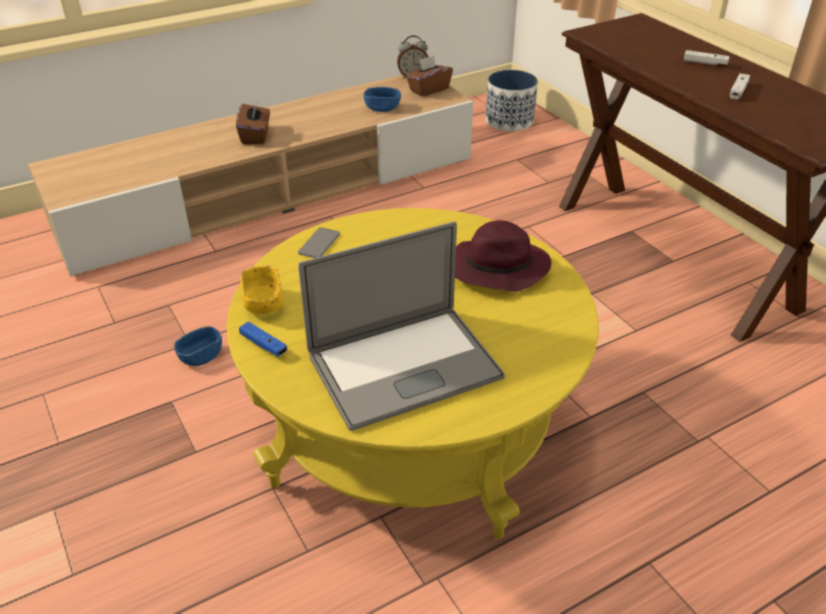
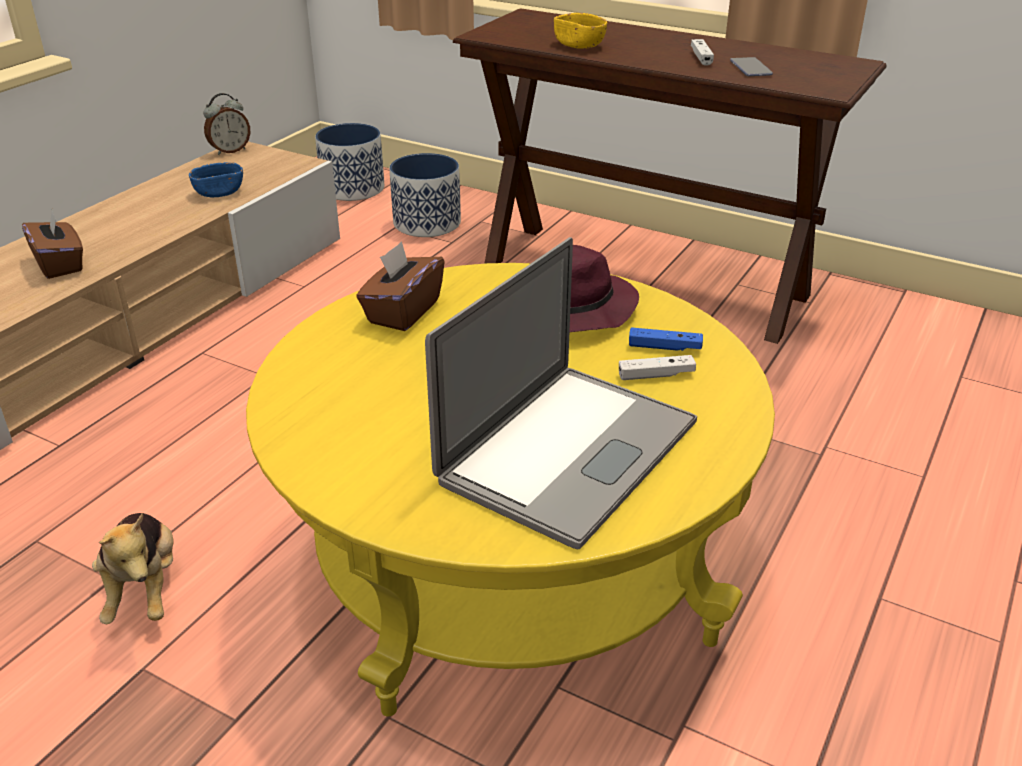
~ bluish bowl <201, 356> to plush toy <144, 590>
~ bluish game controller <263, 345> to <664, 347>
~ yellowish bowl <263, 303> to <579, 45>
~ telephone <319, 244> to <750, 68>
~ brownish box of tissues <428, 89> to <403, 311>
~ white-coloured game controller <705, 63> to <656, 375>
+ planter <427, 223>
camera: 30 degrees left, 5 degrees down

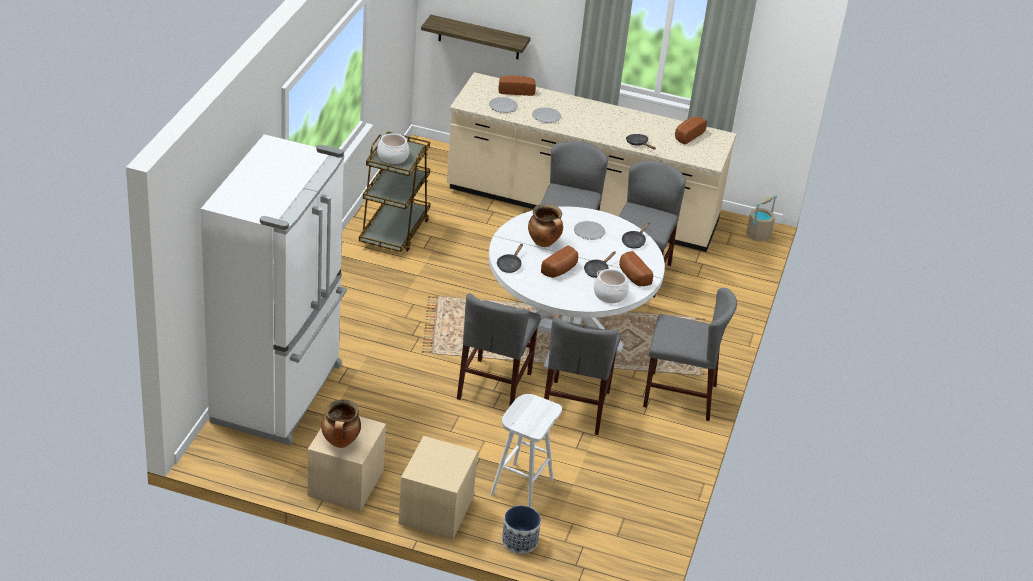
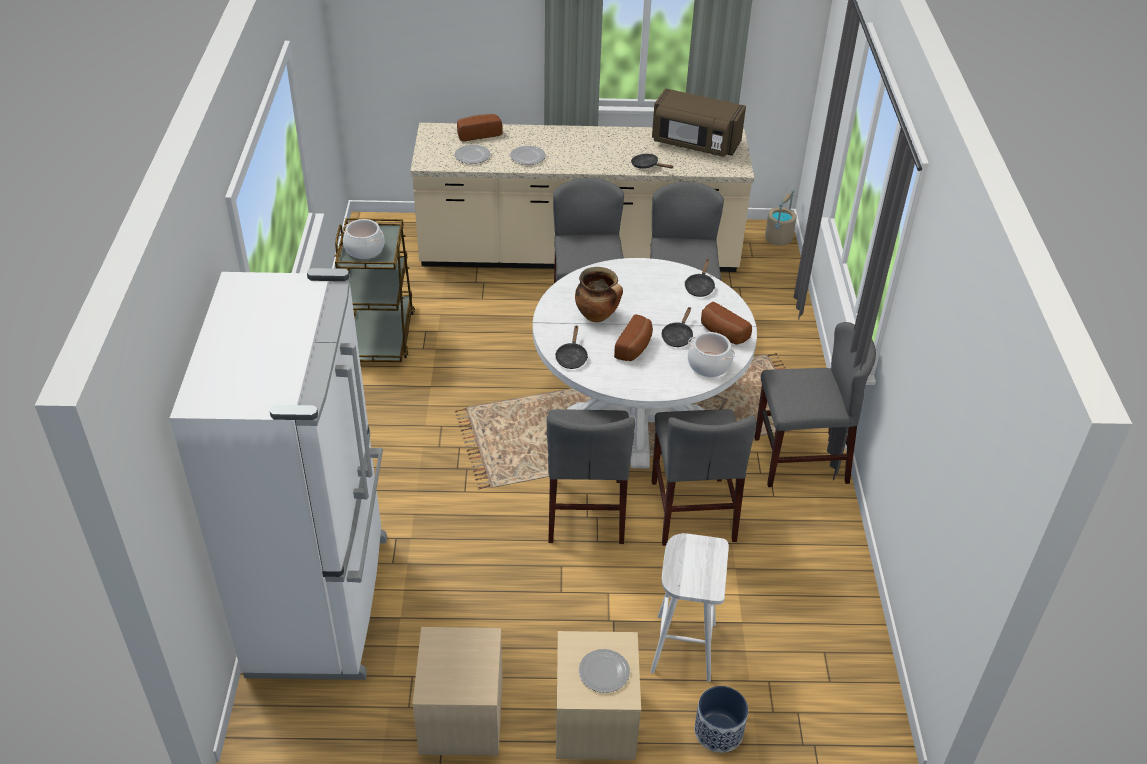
- cooking pot <341, 442>
- wall shelf <479, 37>
~ flat dish <589, 231> to <603, 672>
~ bakery bread <687, 135> to brownish microwave oven <694, 143>
camera: 15 degrees left, 5 degrees up

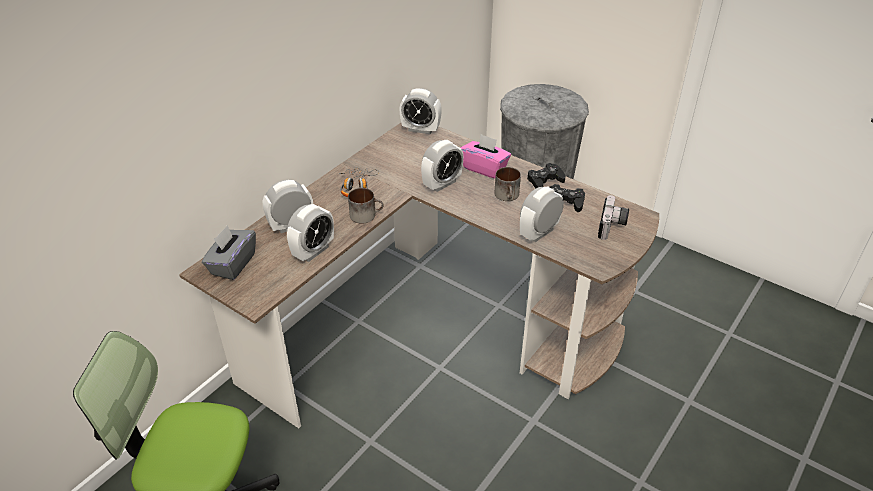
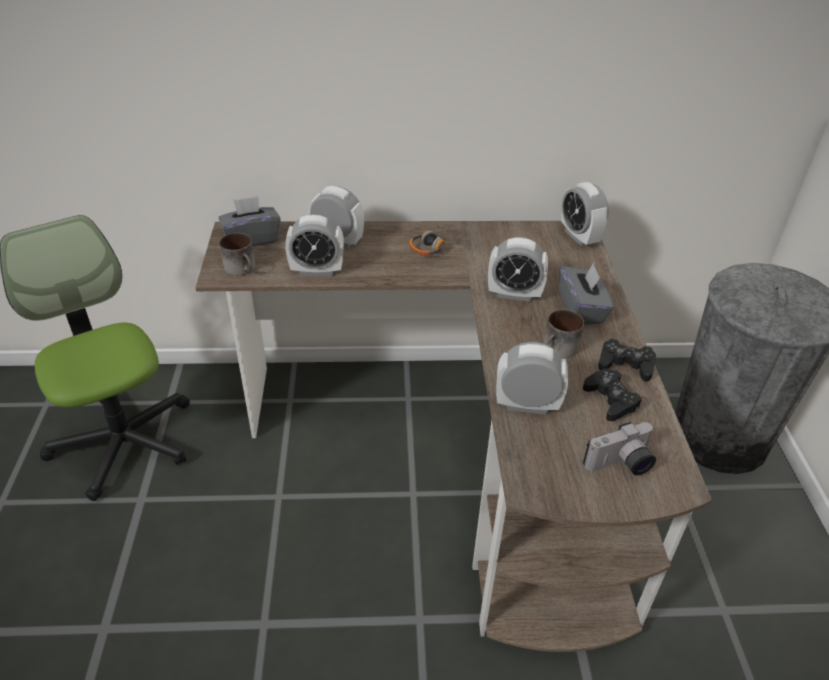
~ tea mug <366, 214> to <243, 268>
~ pink box of tissues <484, 168> to grey box of tissues <581, 309>
camera: 50 degrees right, 0 degrees up

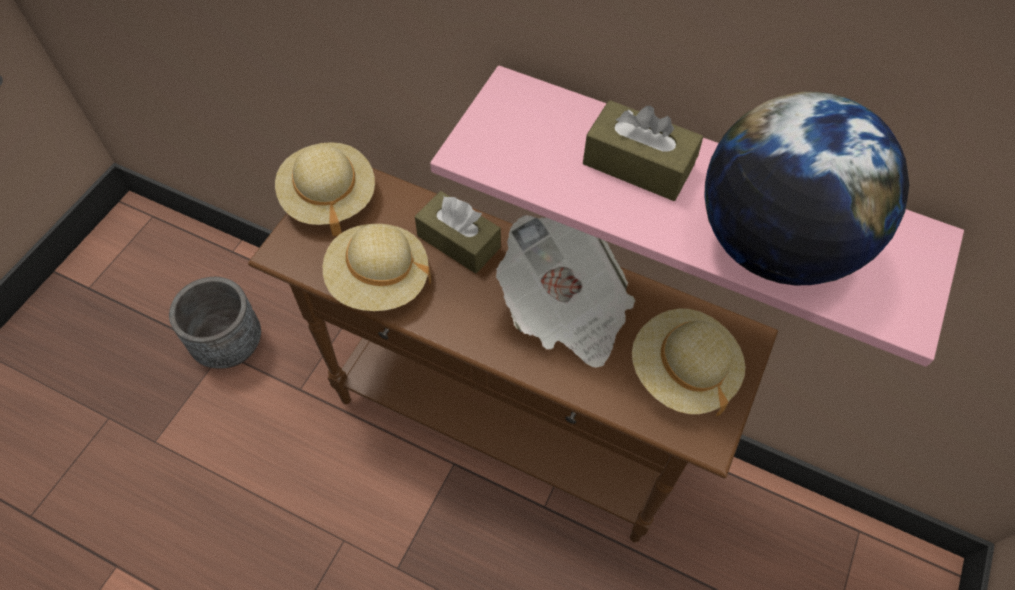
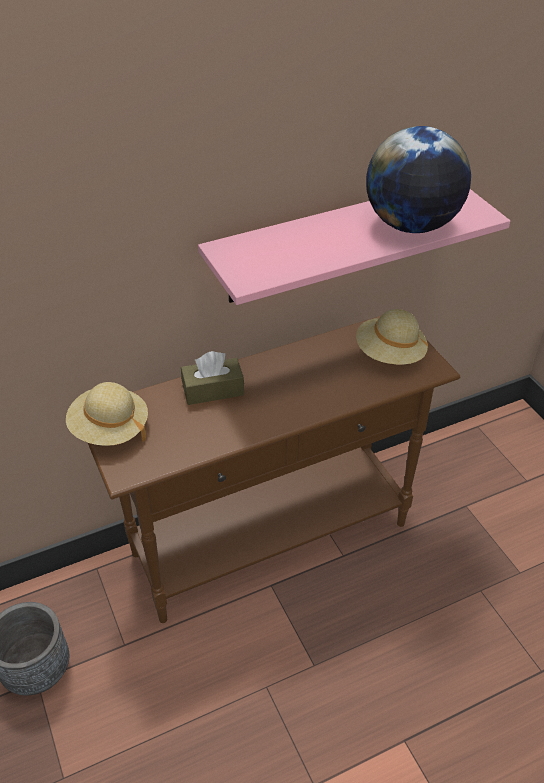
- beige-coloured hat <379, 280>
- daily paper <565, 309>
- brownish box of tissues <638, 165>
camera: 50 degrees left, 15 degrees down

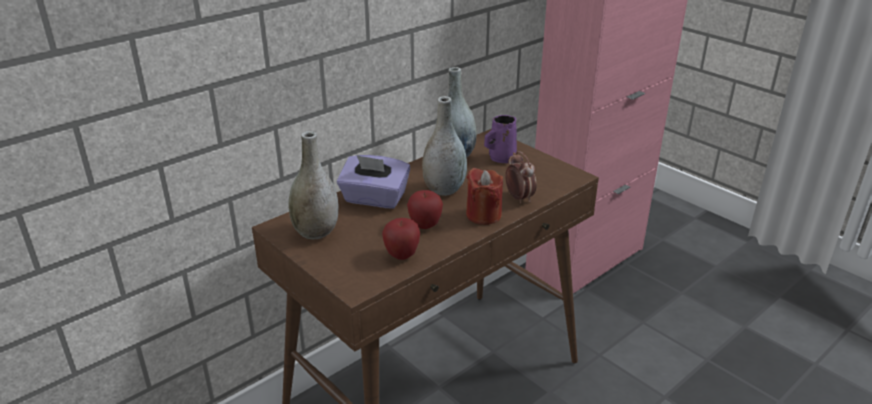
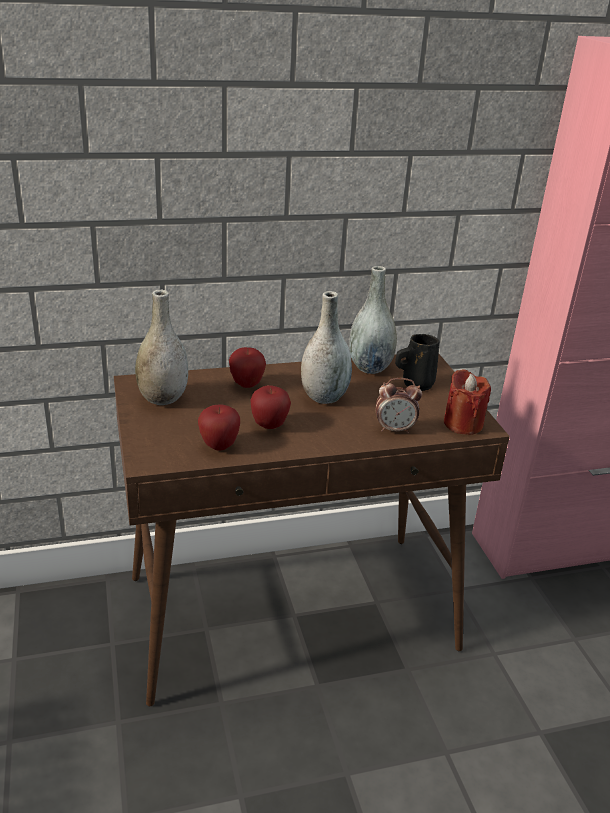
~ purple-coloured box of tissues <374, 199> to apple <246, 385>
~ red-coloured wax light <483, 215> to <463, 424>
~ purple-coloured tea mug <500, 158> to blackish tea mug <415, 384>
~ table clock <519, 198> = <394, 429> 90 degrees clockwise
camera: 25 degrees right, 0 degrees up

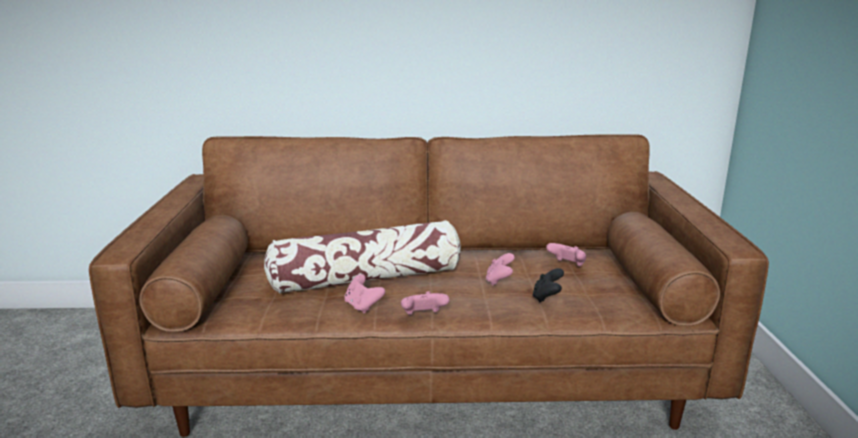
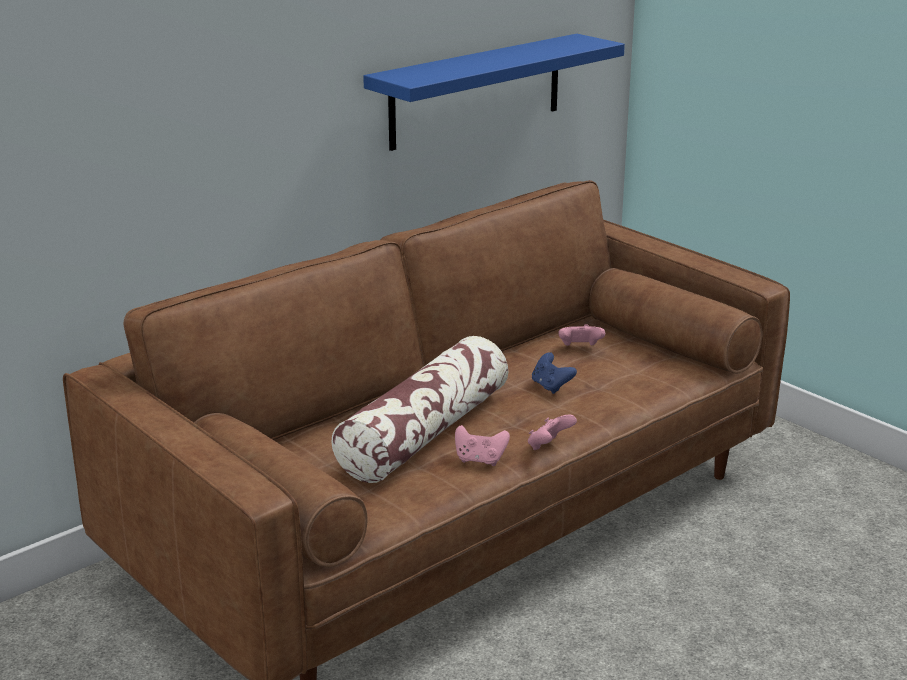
~ pink game controller <499, 281> to bluish game controller <551, 386>
- blackish game controller <547, 297>
+ bluish wall shelf <476, 91>
camera: 40 degrees left, 5 degrees up

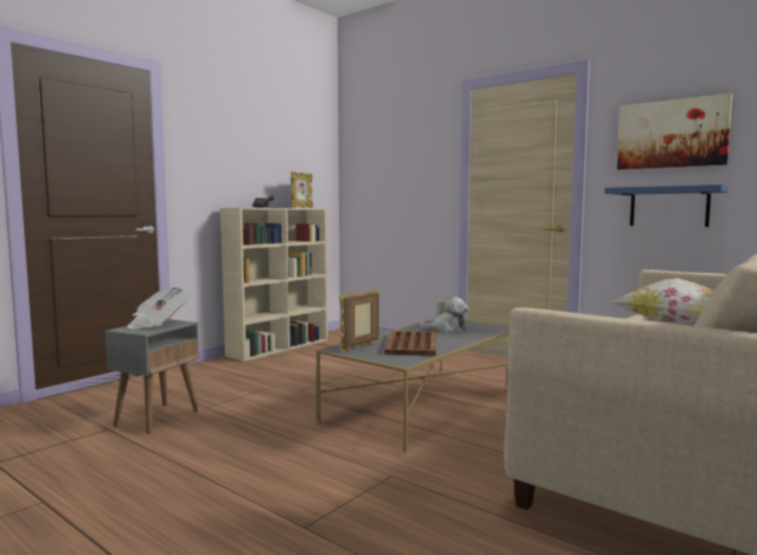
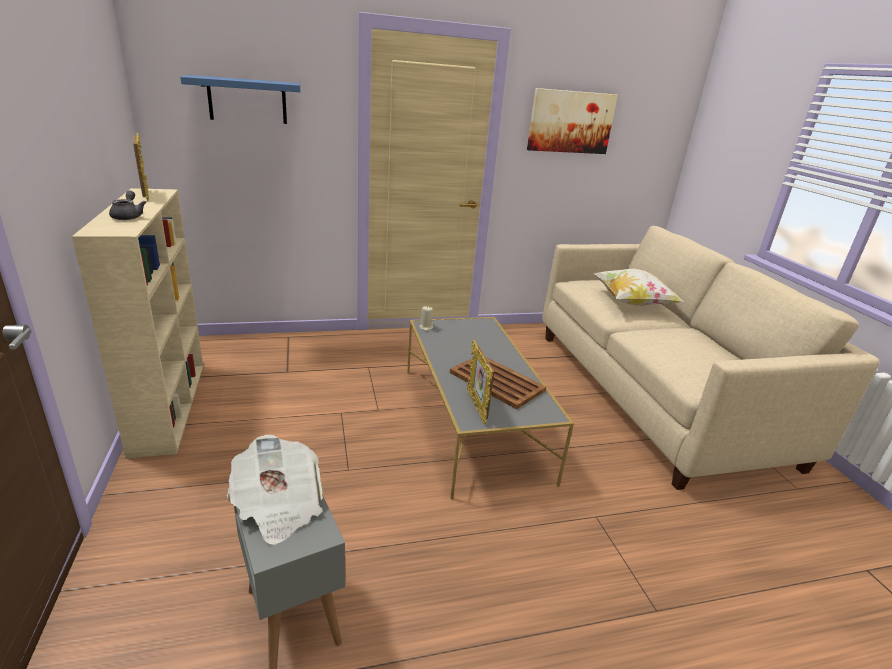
- plush toy <446, 329>
~ bluish wall shelf <669, 207> to <247, 100>
camera: 55 degrees left, 20 degrees up

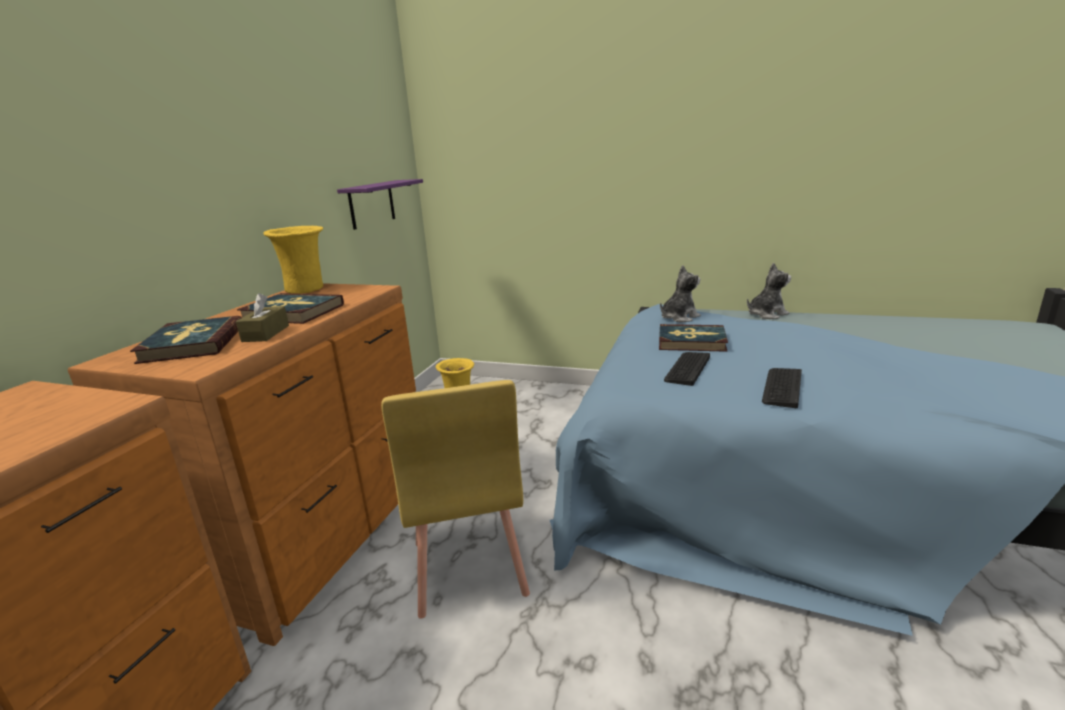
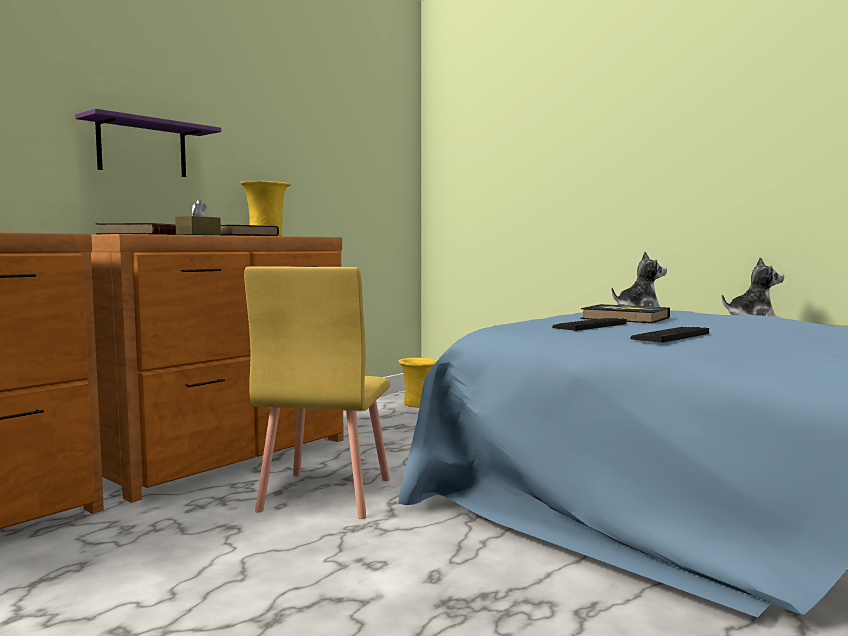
~ purple-coloured wall shelf <372, 204> to <142, 148>
camera: 20 degrees right, 15 degrees down

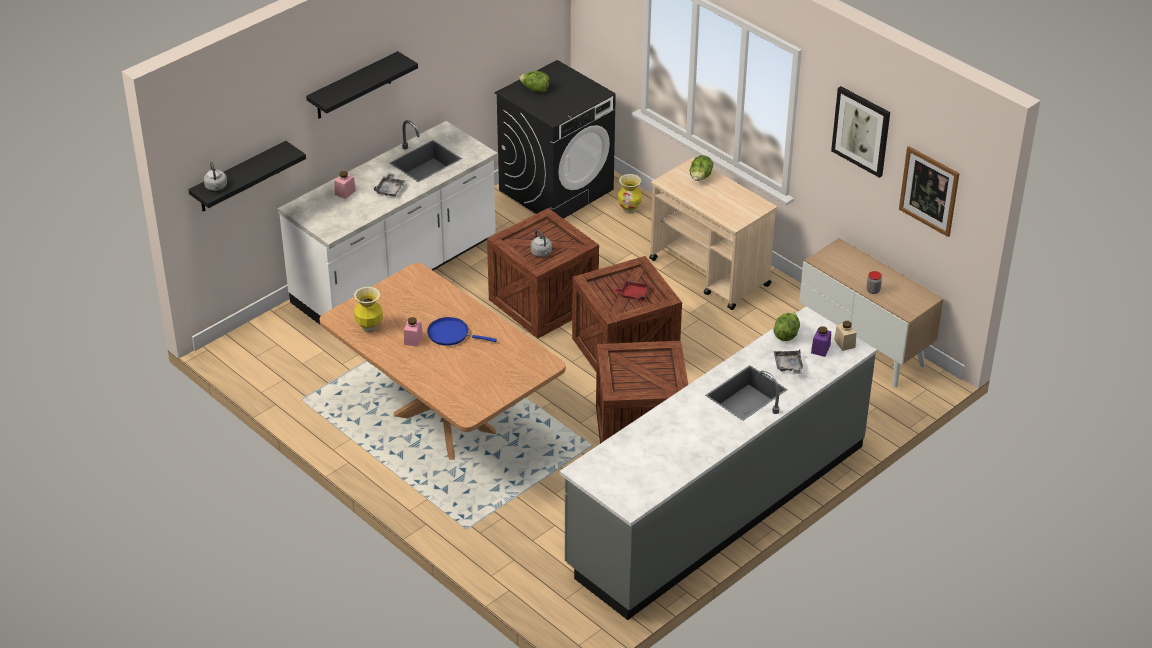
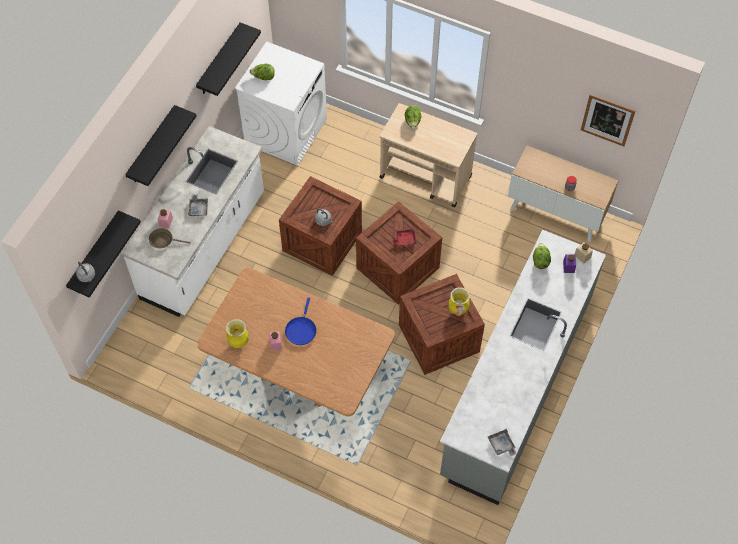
~ bluish skillet <451, 334> = <301, 330> 75 degrees counterclockwise
~ blackish washing machine <556, 189> to white-coloured washing machine <286, 131>
~ flower vase <629, 210> to <458, 310>
~ grey tray <788, 366> to <501, 445>
- wall art <861, 131>
+ brownish skillet <163, 240>
+ blackish wall shelf <219, 61>
camera: 20 degrees left, 20 degrees up

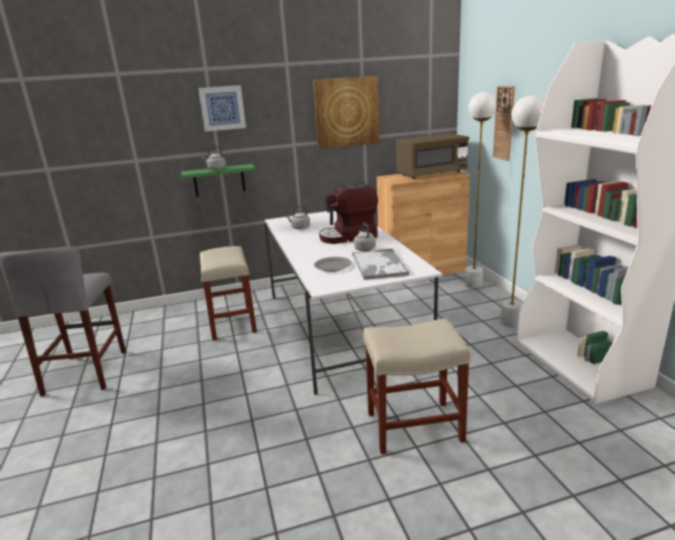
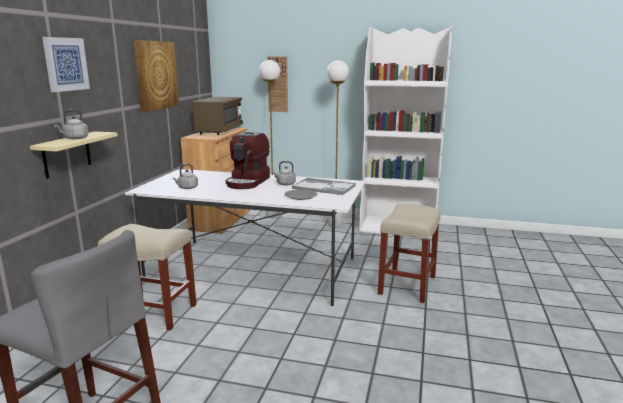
~ greenish wall shelf <219, 180> to beige-coloured wall shelf <67, 154>
camera: 60 degrees left, 5 degrees down

